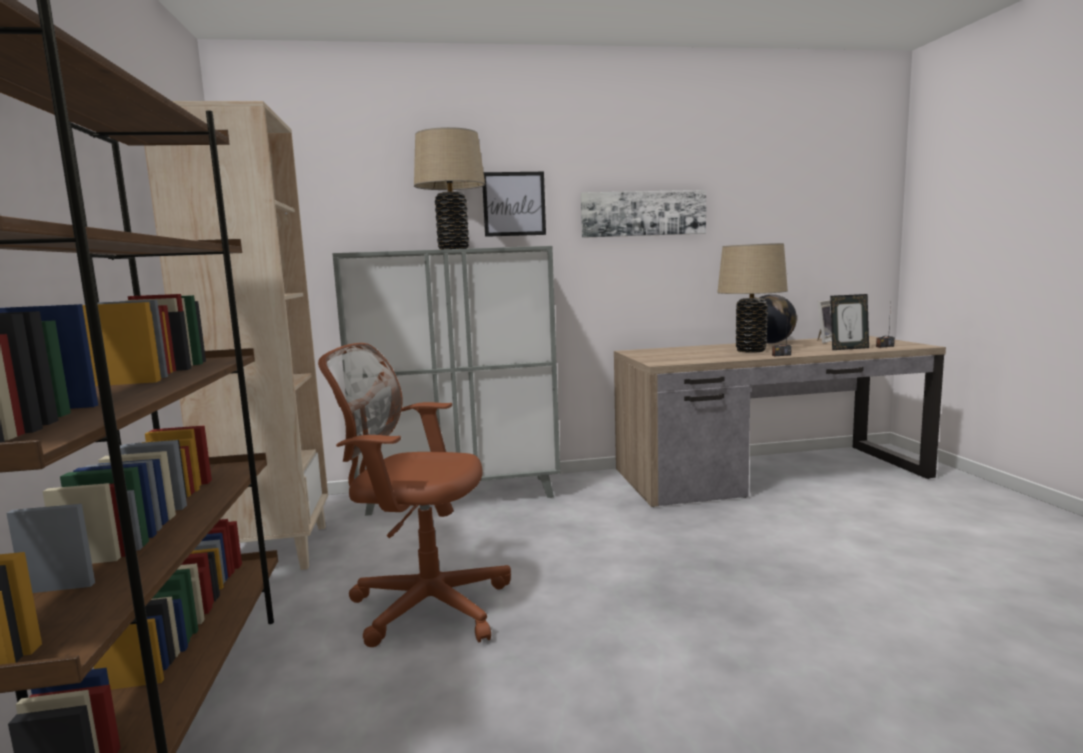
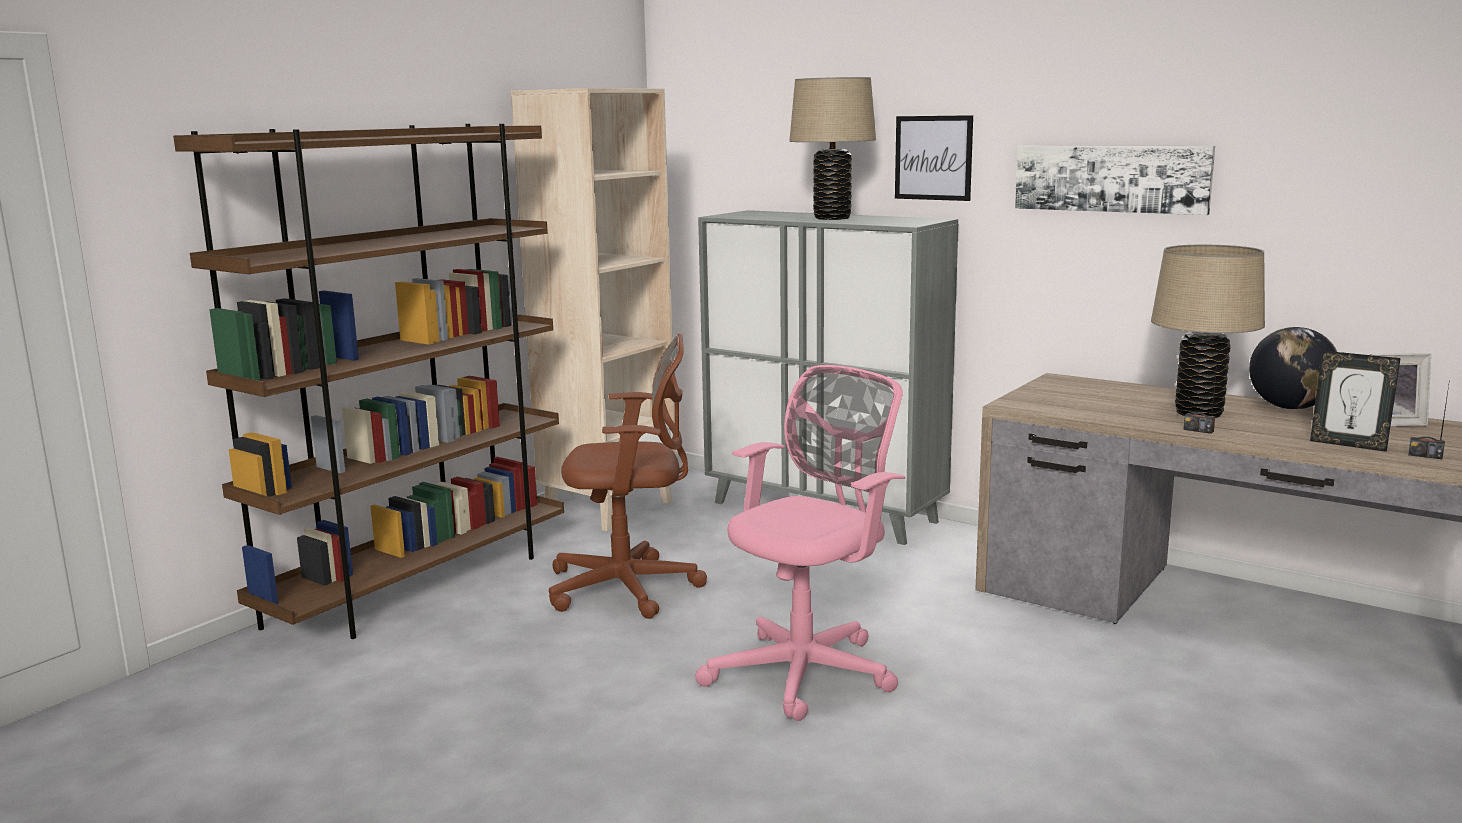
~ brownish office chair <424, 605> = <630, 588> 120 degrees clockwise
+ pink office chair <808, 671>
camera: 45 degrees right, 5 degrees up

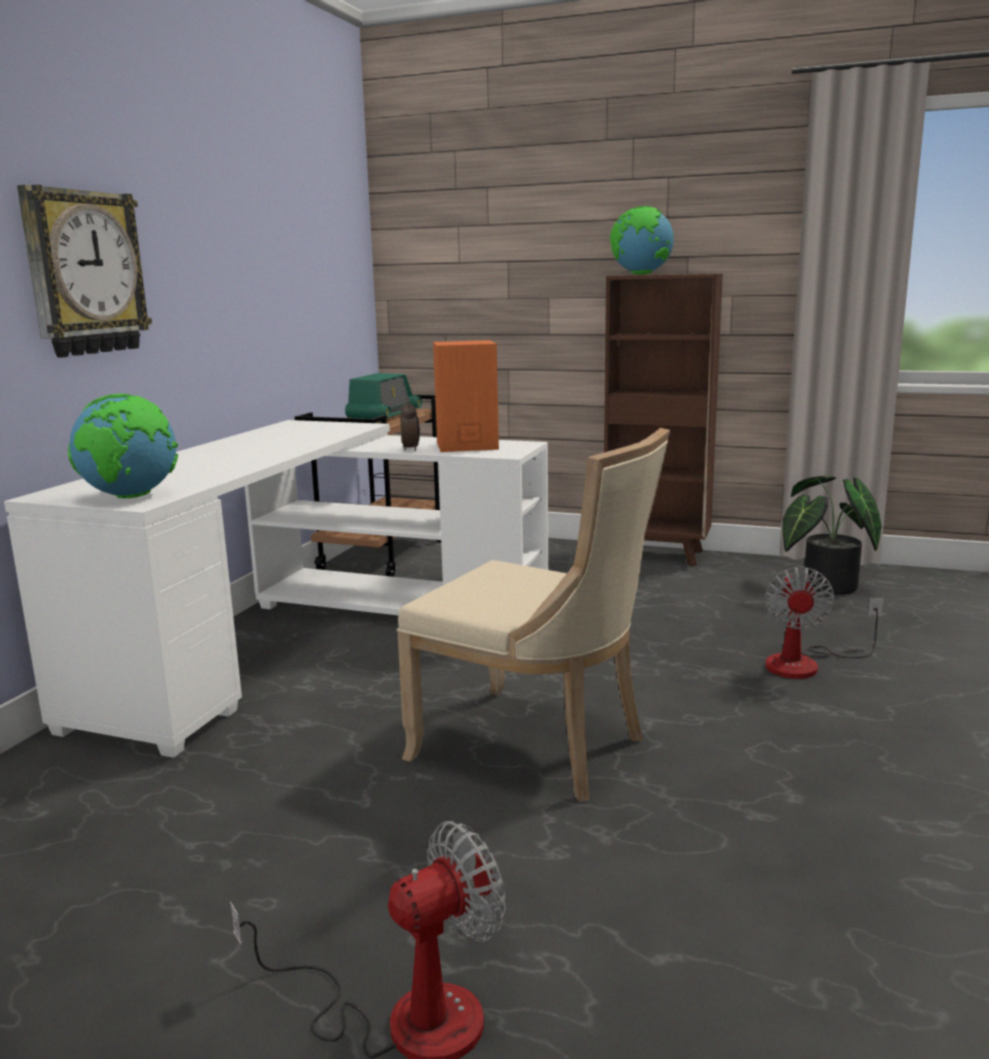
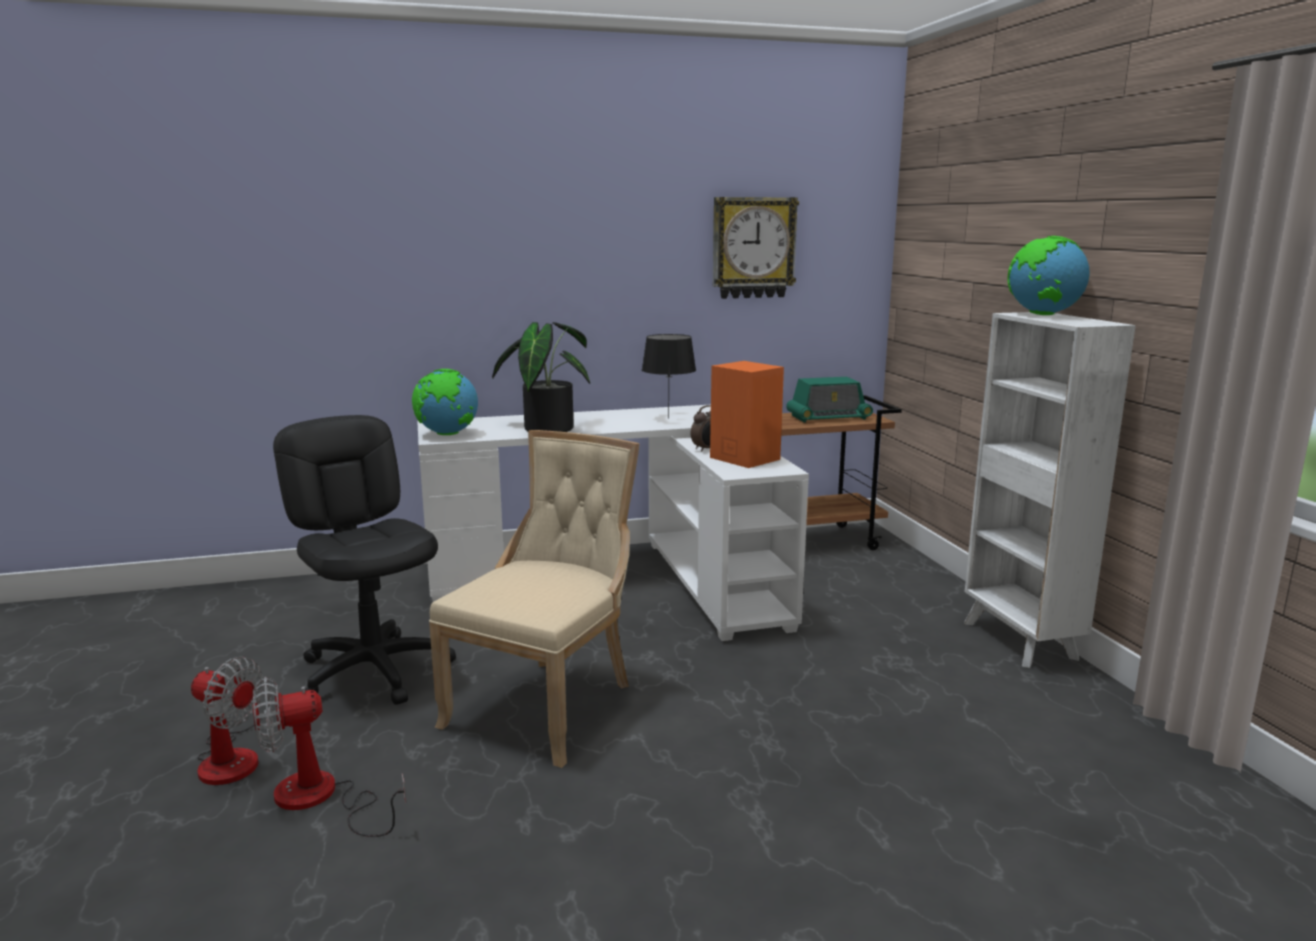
~ wall clock <84, 273> to <753, 248>
~ beige-coloured plain chair <537, 747> = <548, 704> 150 degrees counterclockwise
~ brownish shelving unit <657, 555> to white-coloured shelving unit <1020, 641>
~ cooling fan <806, 663> to <320, 799>
~ plant in a pot <823, 586> to <546, 428>
+ blackish office chair <374, 671>
+ blackish table lamp <668, 418>
camera: 55 degrees right, 0 degrees up

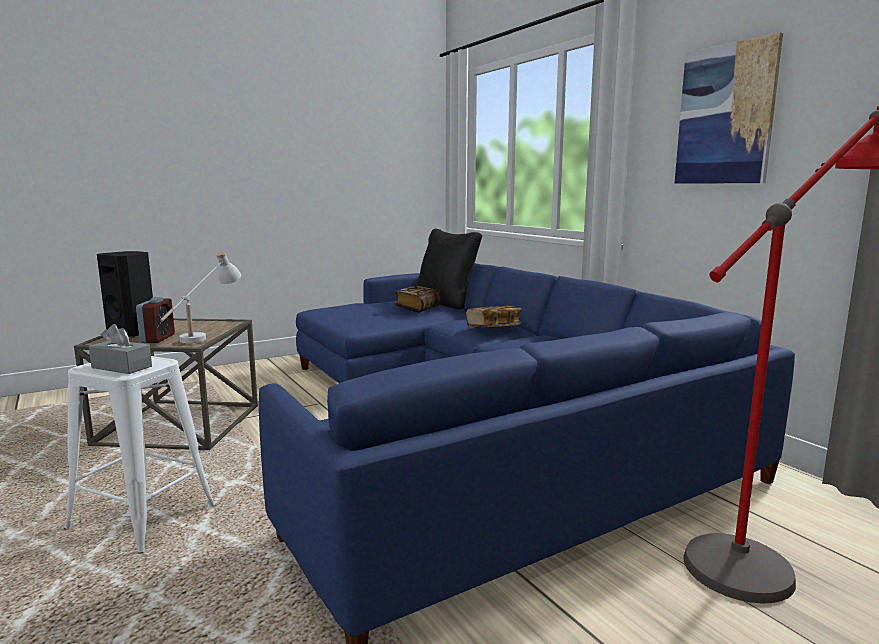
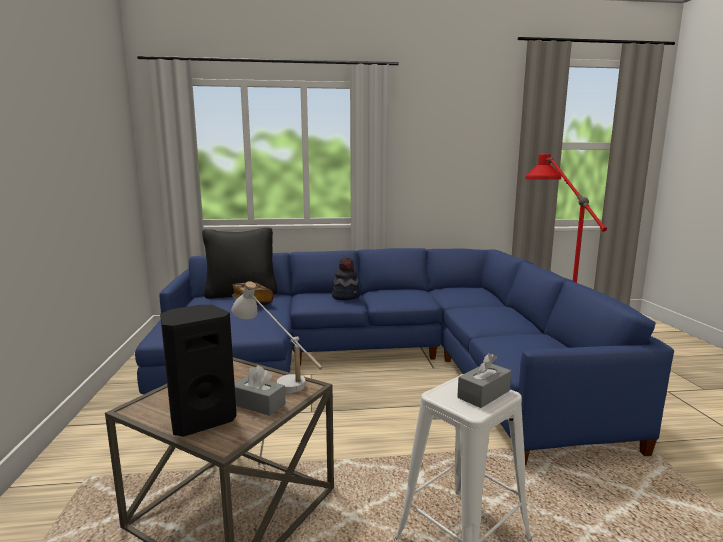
~ table clock <158, 338> to grey box of tissues <258, 404>
~ bound book <493, 328> to hat <346, 296>
- wall art <725, 115>
camera: 65 degrees left, 0 degrees up

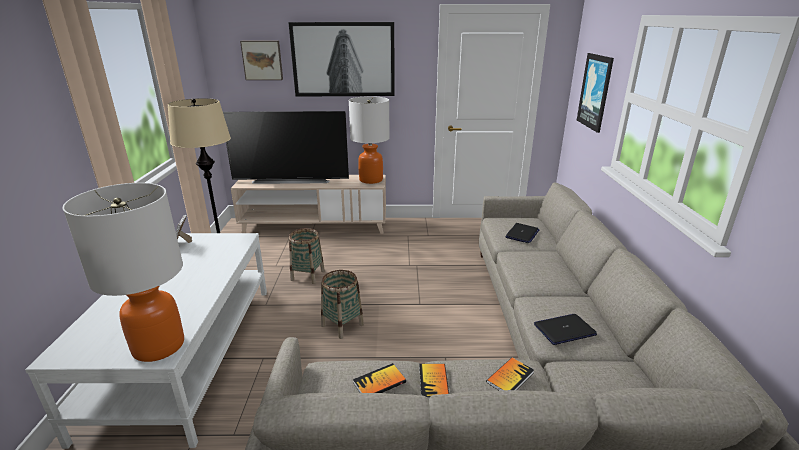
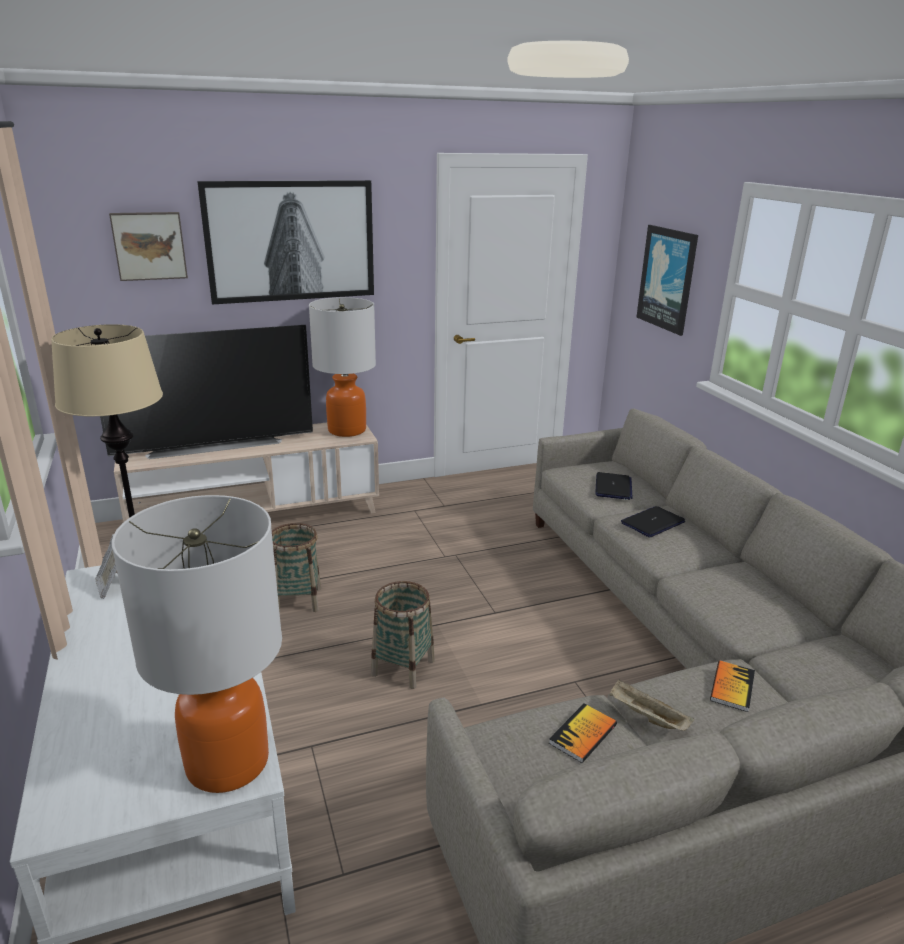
~ bound book <433, 382> to beige-coloured tray <646, 717>
~ portable computer <564, 330> to <652, 523>
camera: 20 degrees left, 0 degrees up

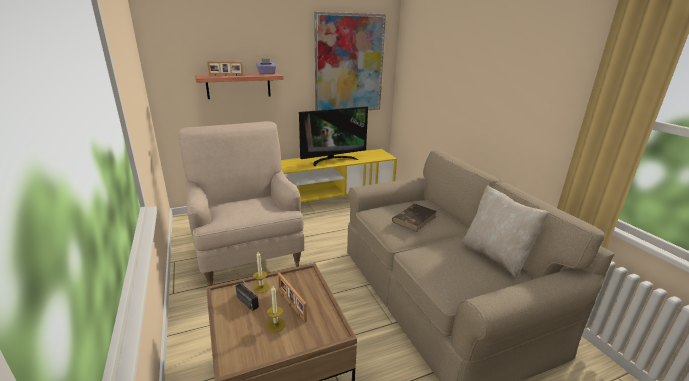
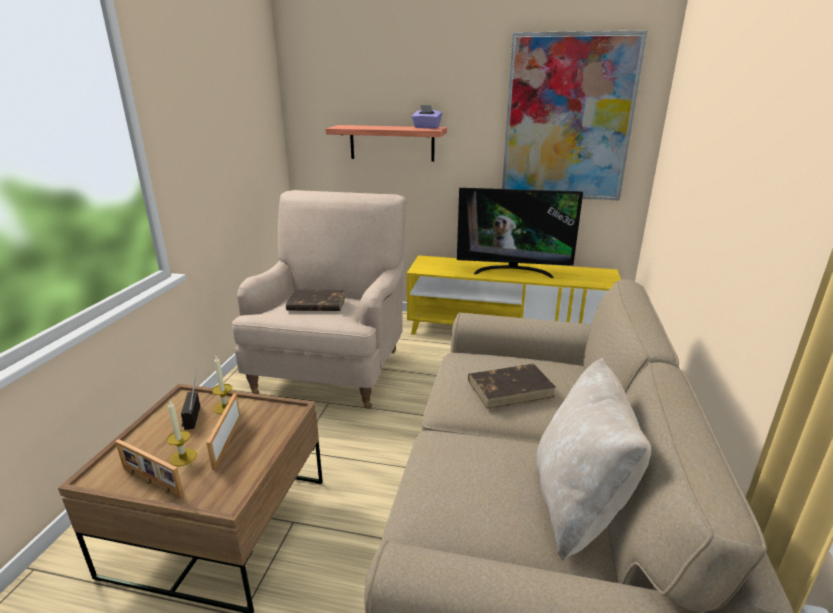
~ standing frame <226, 75> to <151, 482>
+ brownish bound book <316, 304>
camera: 35 degrees right, 0 degrees up

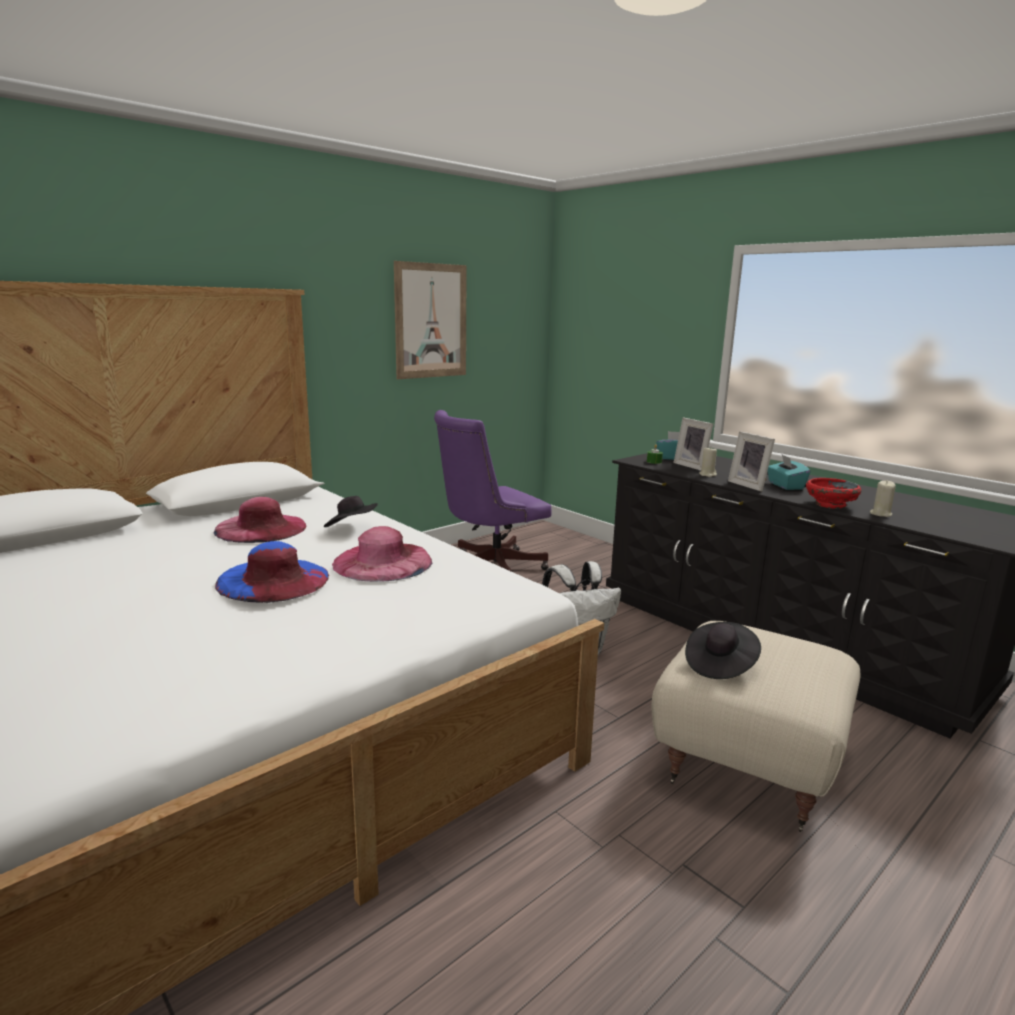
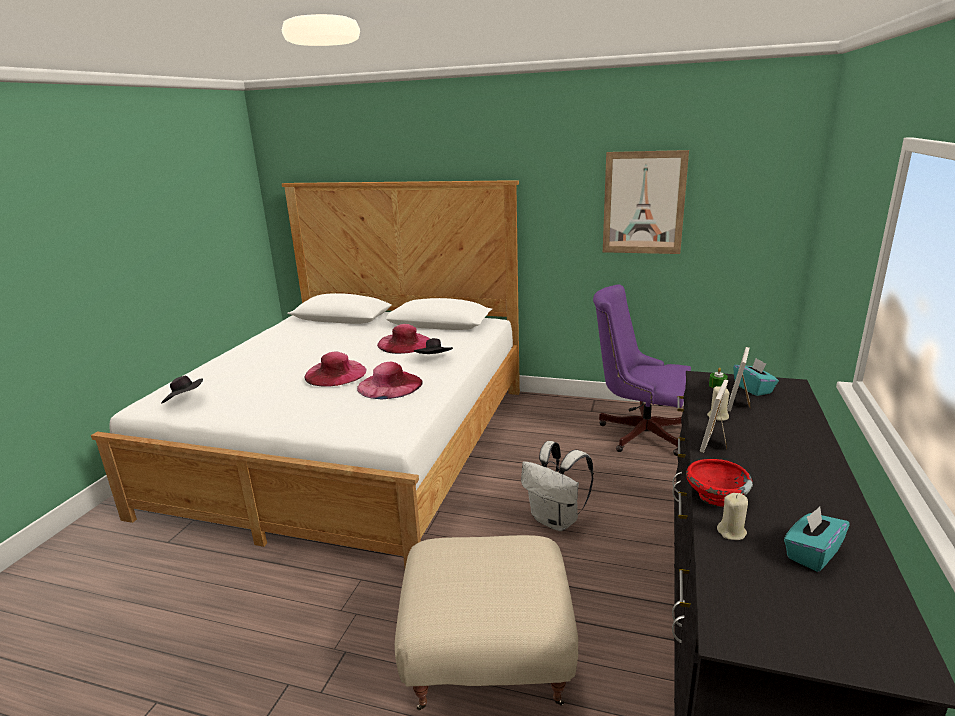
~ bluish hat <273, 580> to pink hat <335, 373>
~ blackish hat <720, 664> to <185, 401>
~ turquoise-coloured box of tissues <785, 486> to <811, 553>
camera: 60 degrees right, 5 degrees up

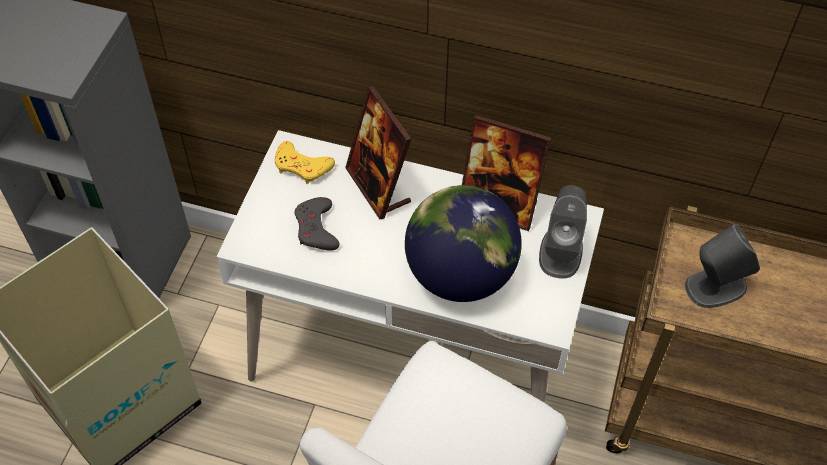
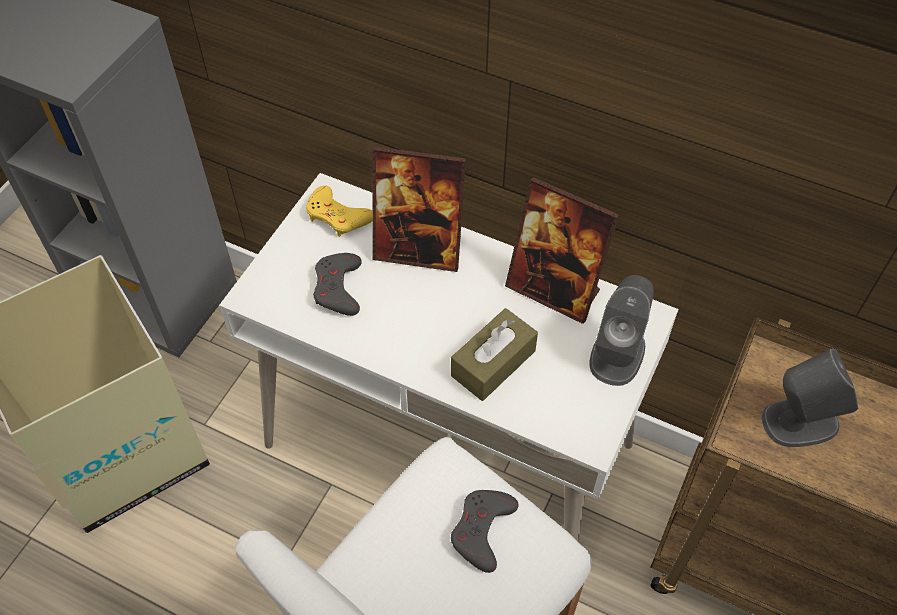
~ standing frame <378, 187> = <418, 250> 60 degrees counterclockwise
~ world globe <460, 274> to brownish box of tissues <493, 363>
+ grey game controller <482, 530>
camera: 10 degrees right, 0 degrees up

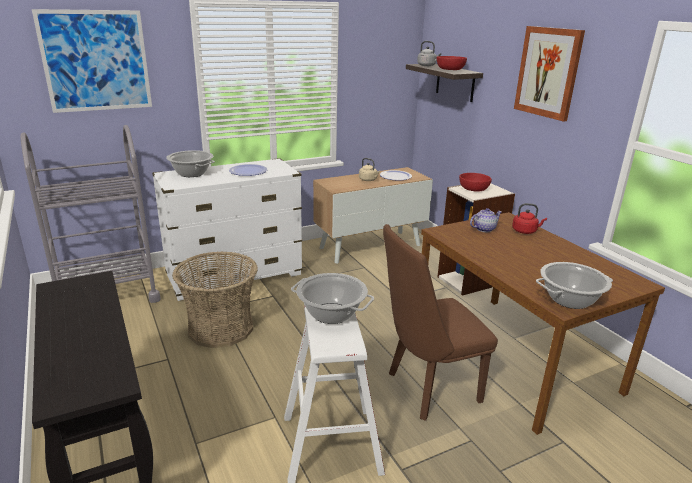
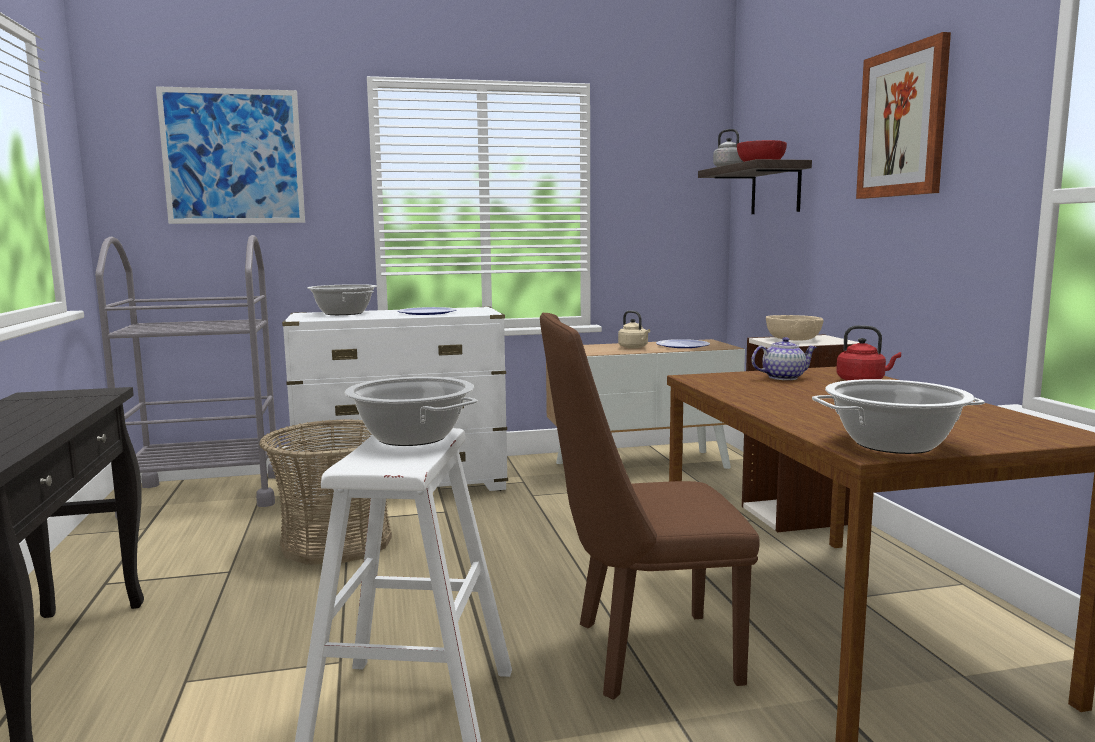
~ red-coloured bowl <473, 189> to beige-coloured bowl <793, 339>
camera: 15 degrees right, 15 degrees down

